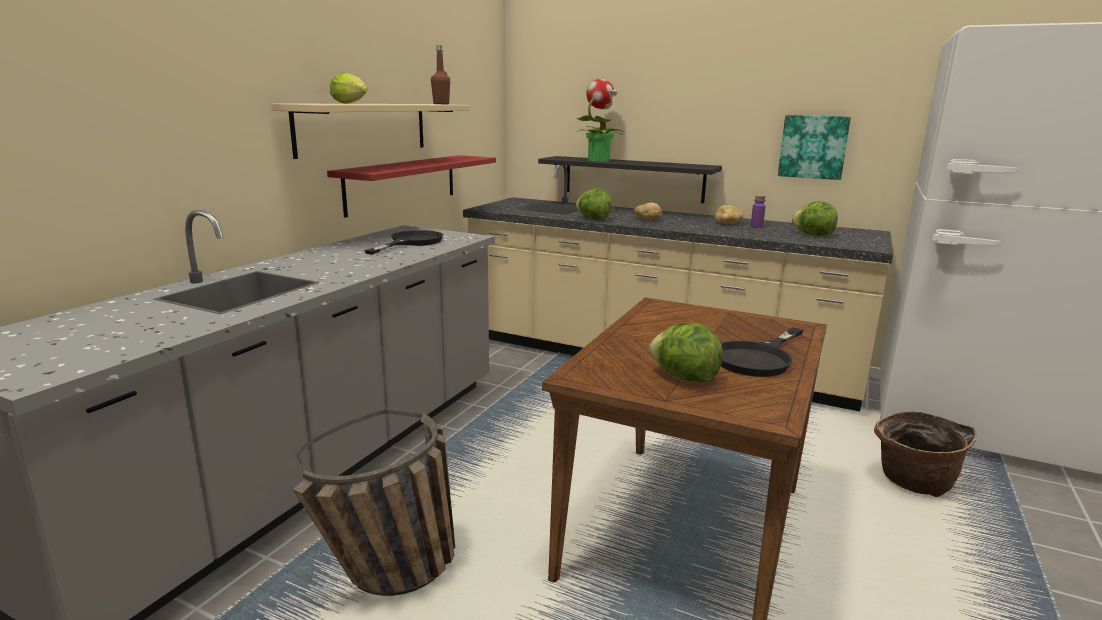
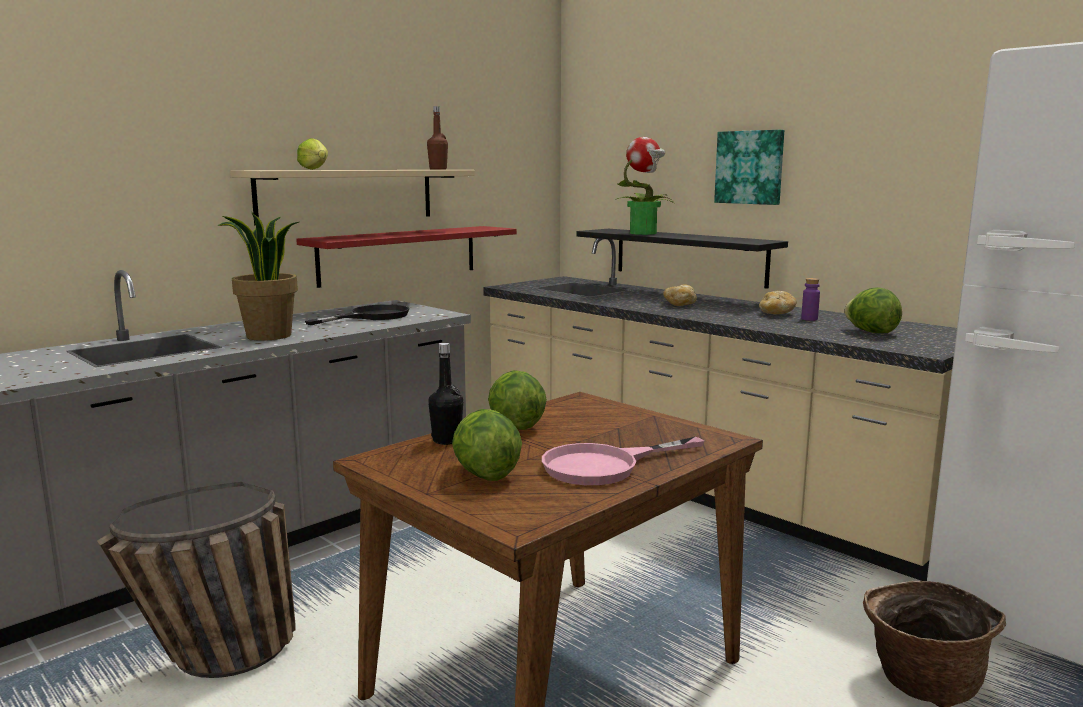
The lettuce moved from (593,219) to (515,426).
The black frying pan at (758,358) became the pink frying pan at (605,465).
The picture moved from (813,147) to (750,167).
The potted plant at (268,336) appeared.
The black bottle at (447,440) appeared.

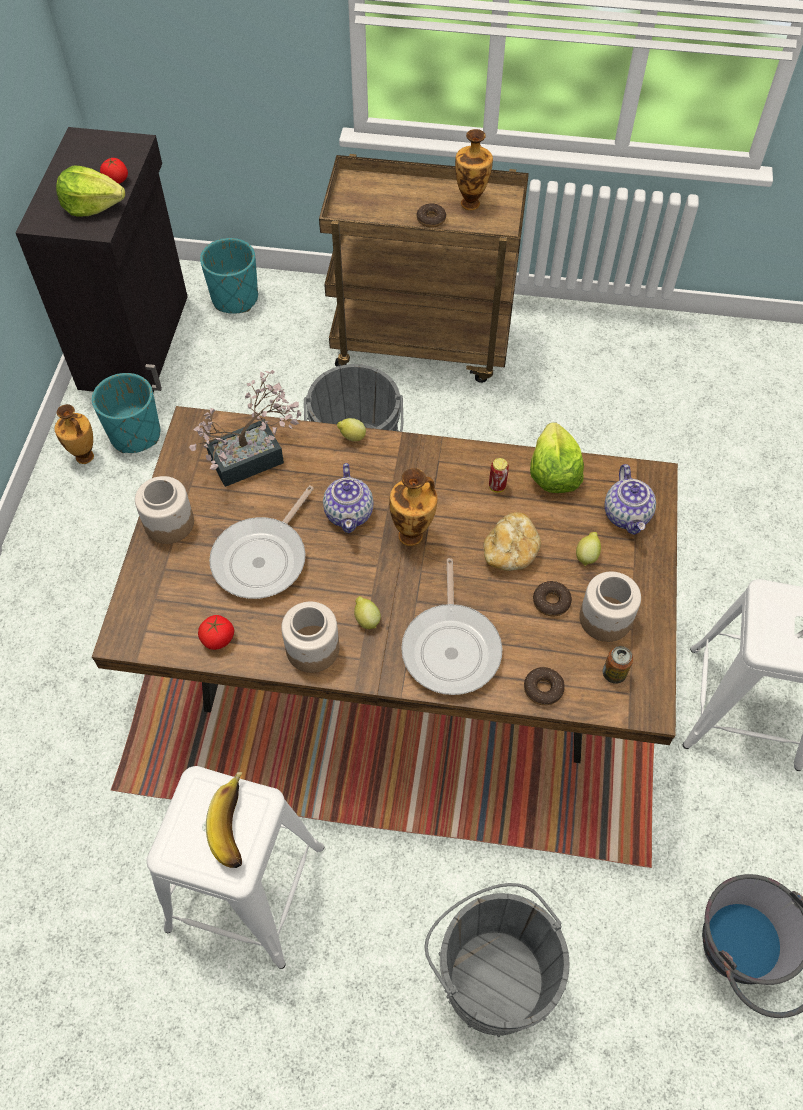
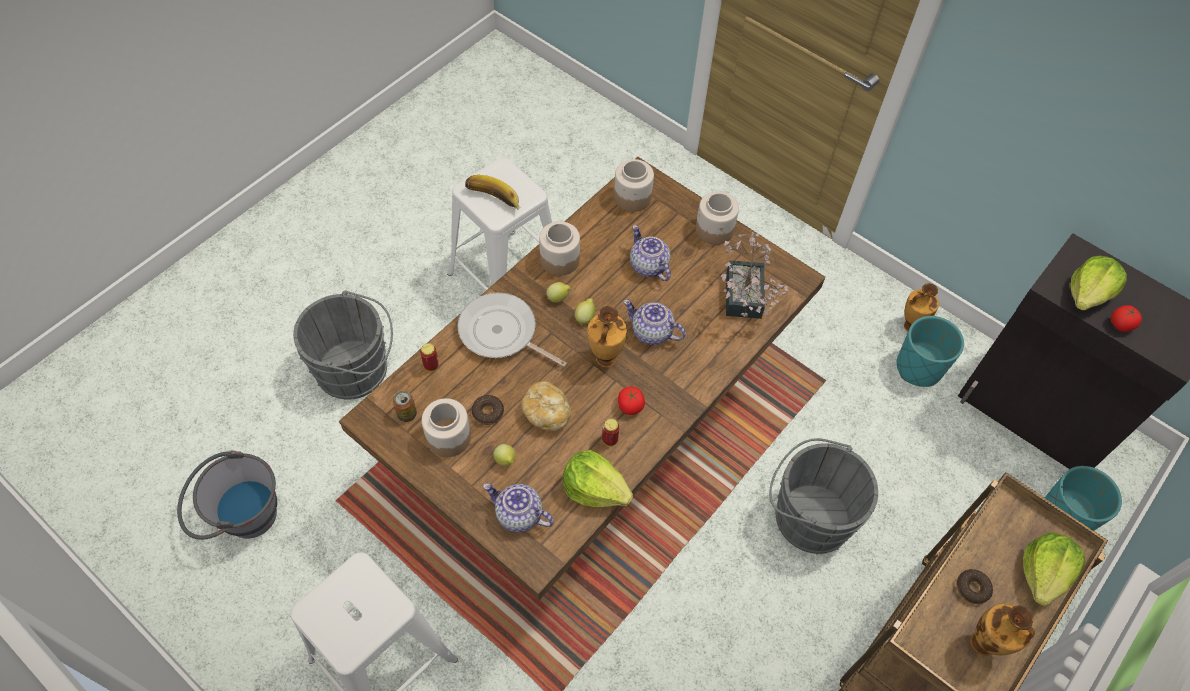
The tomato moved from (218,639) to (630,406).
The frying pan at (263,558) was replaced by the teapot at (648,266).
The lemon moved from (352,437) to (585,317).
The donut at (543,689) was replaced by the can at (431,366).
The jar at (632,197) appeared.
The lettuce at (1044,574) appeared.

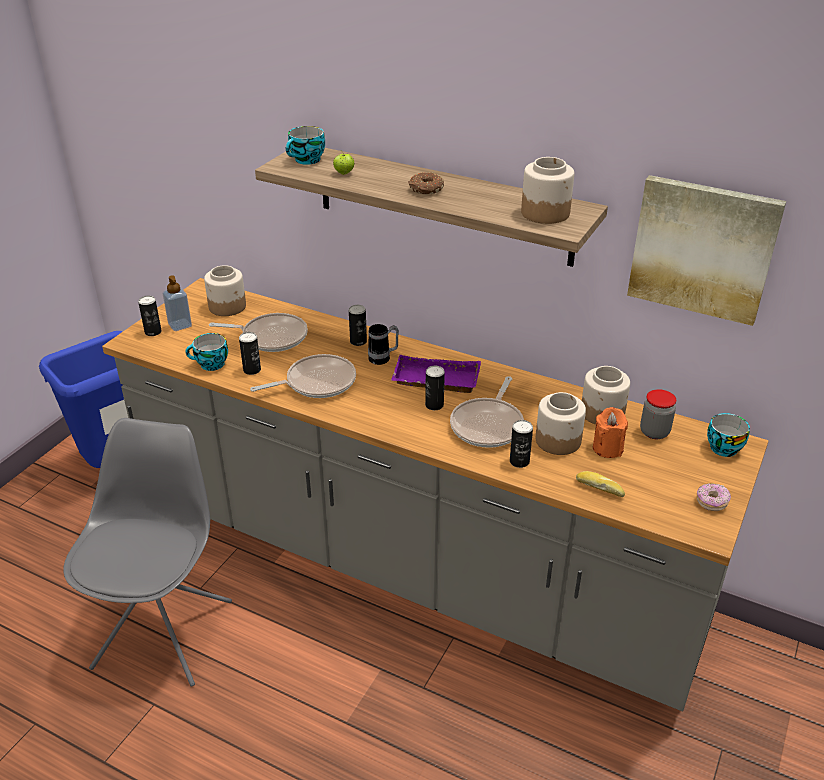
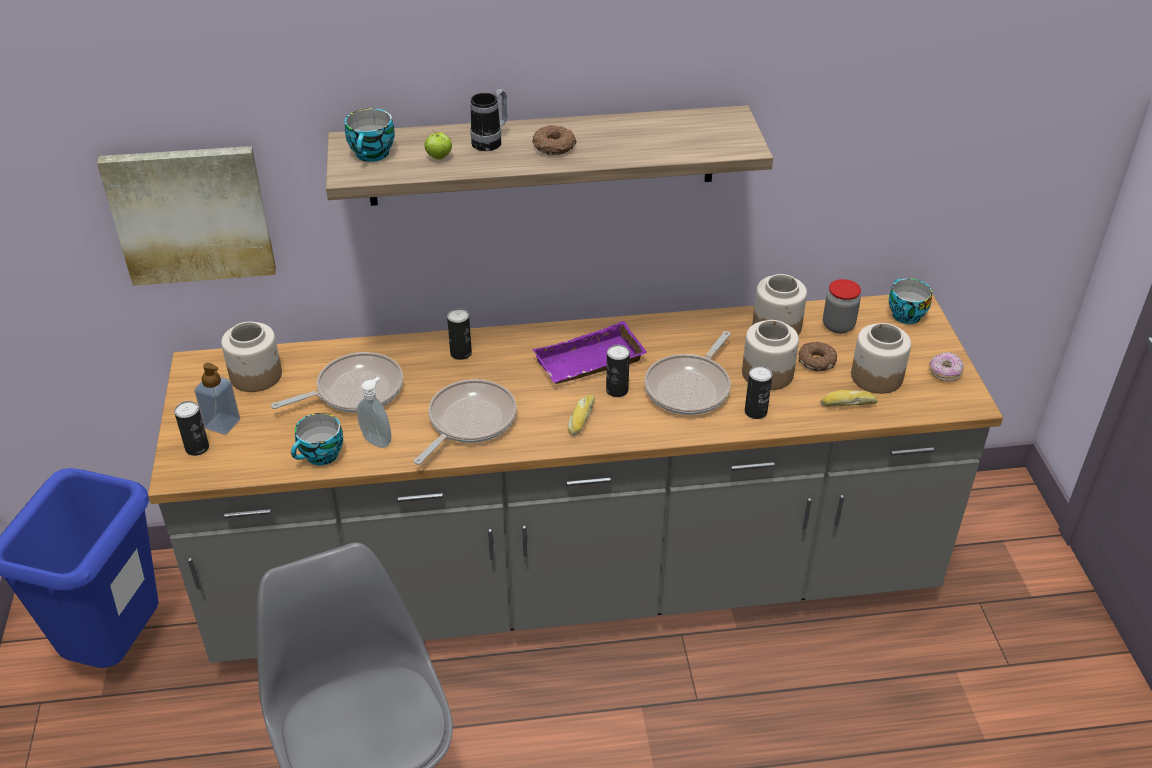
The can at (252,370) was replaced by the soap dispenser at (378,440).
The mug moved from (383,358) to (491,142).
The frying pan at (488,425) turned 45 degrees clockwise.
The jar moved from (545,213) to (876,376).
The orange candle at (607,448) was replaced by the donut at (816,361).
The picture moved from (703,248) to (191,214).
The bread at (580,418) appeared.

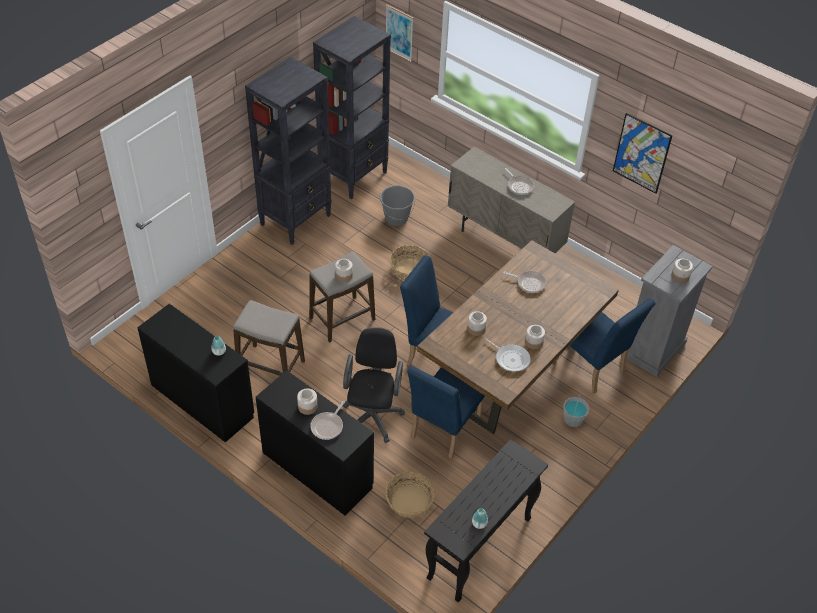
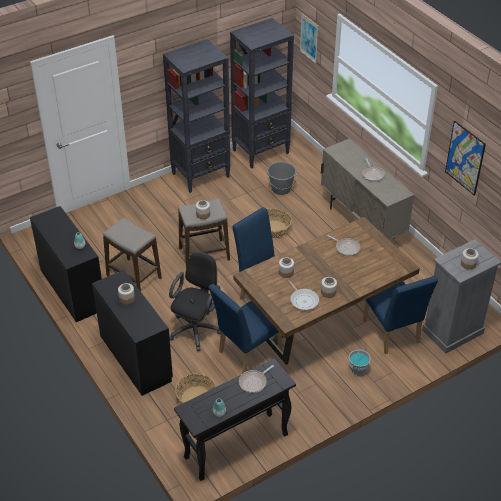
The frying pan moved from (328,426) to (254,382).

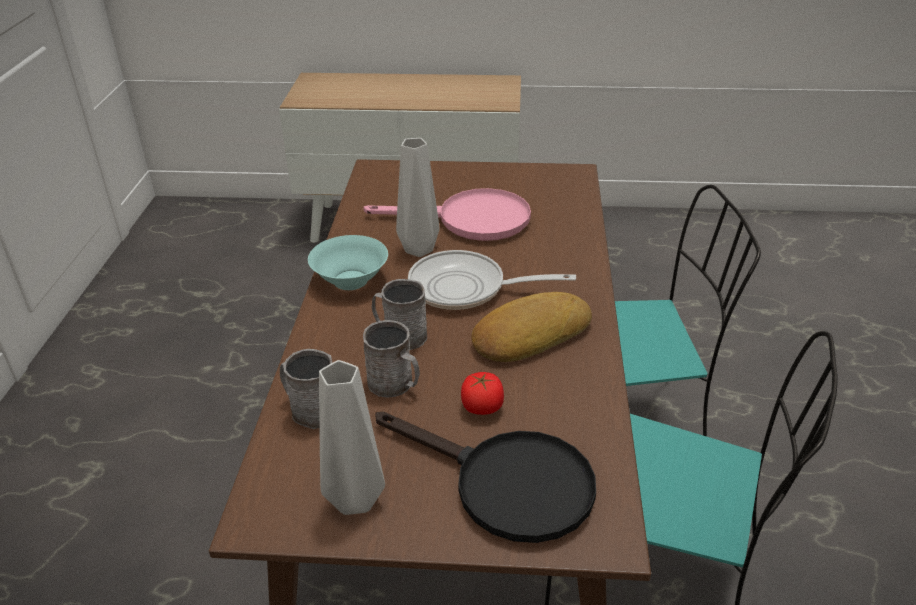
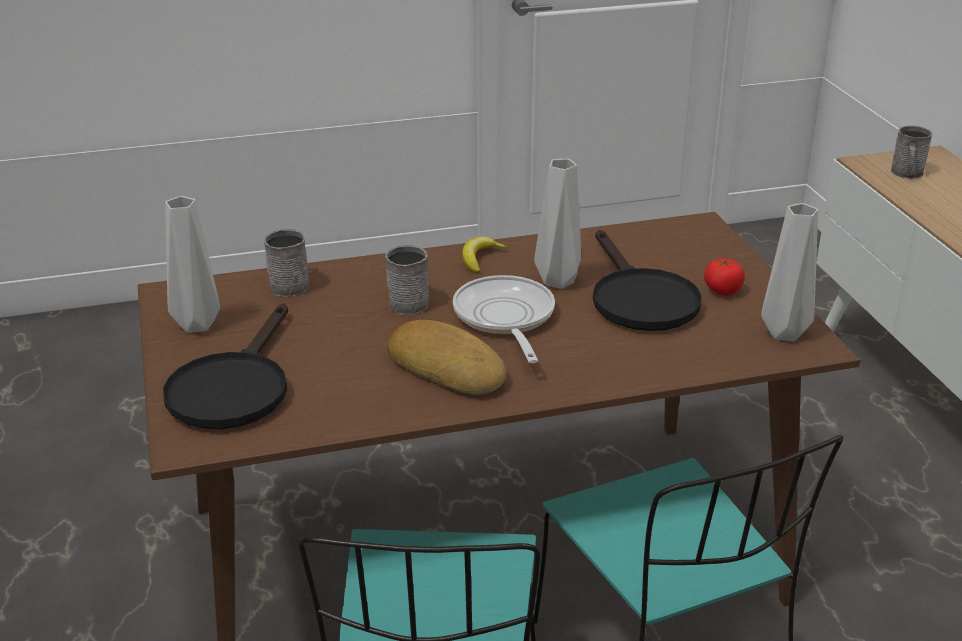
The turquoise bowl at (349,280) was replaced by the banana at (480,259).
The pink frying pan at (470,220) became the black frying pan at (639,298).
The grey mug moved from (395,385) to (907,174).
The tomato moved from (482,407) to (722,291).
The grey vase at (782,333) appeared.

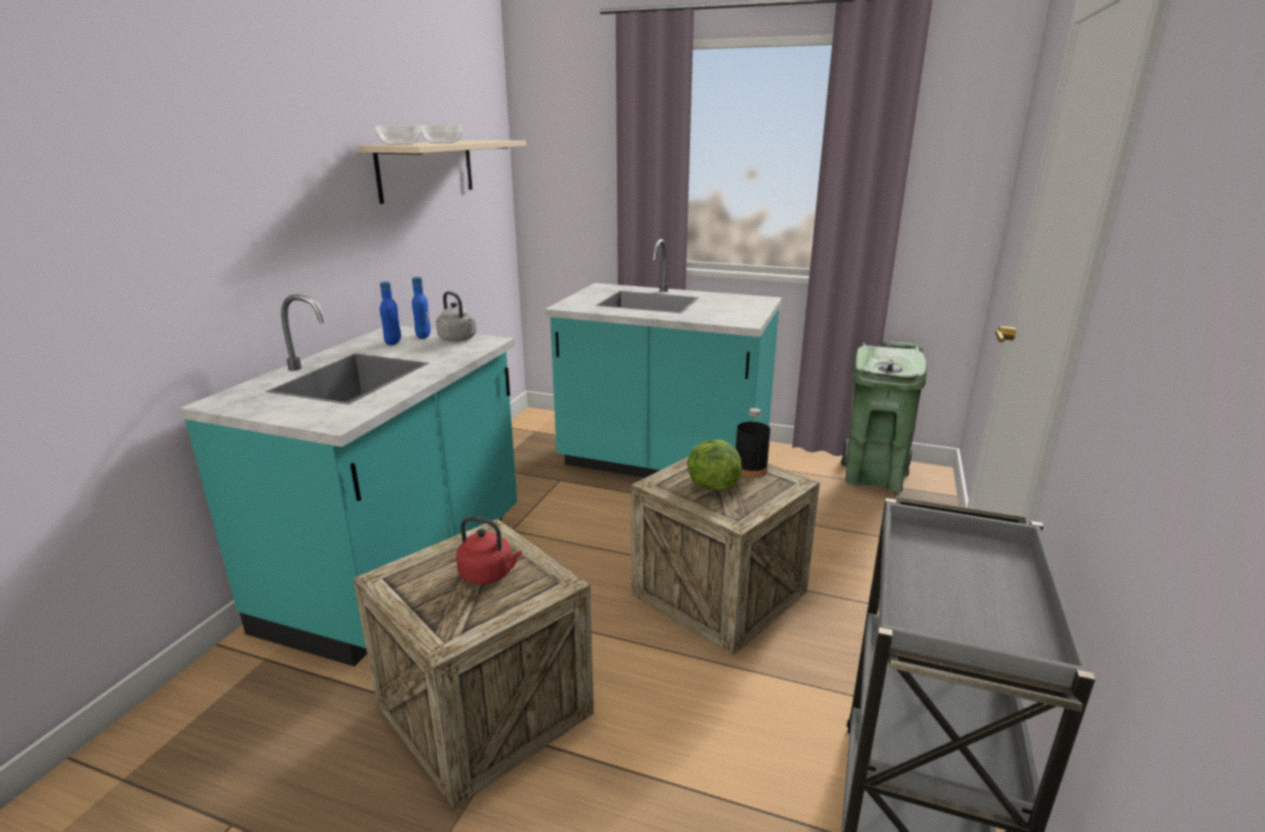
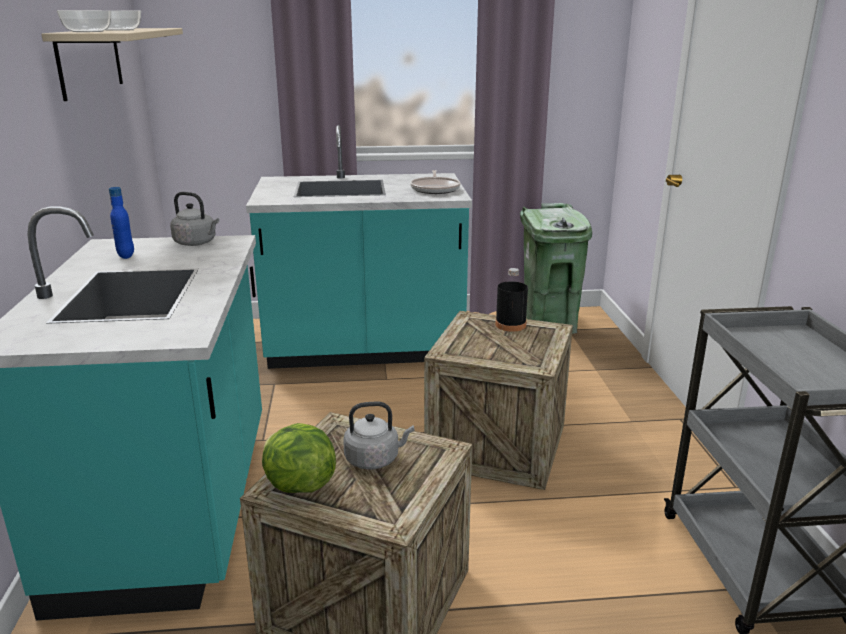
The blue bottle at (423,336) disappeared.
The red kettle at (489,574) became the grey kettle at (375,459).
The lettuce moved from (711,486) to (298,485).
The frying pan at (435,189) appeared.

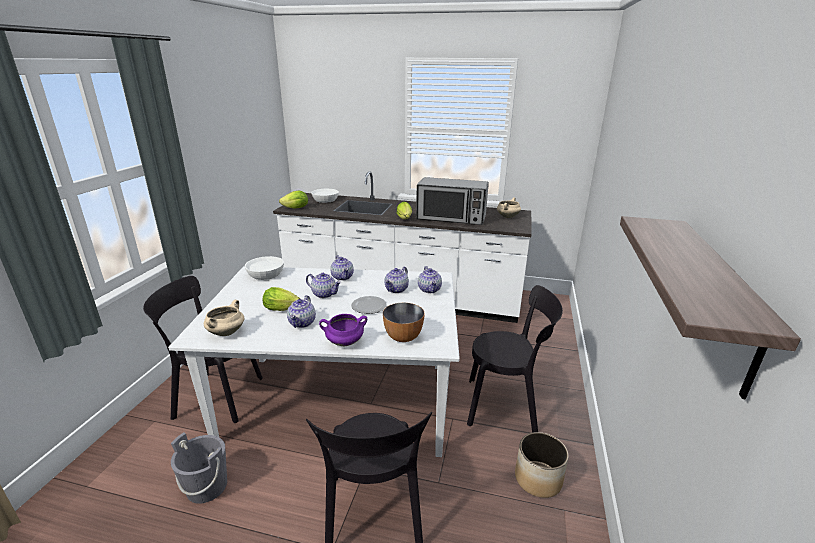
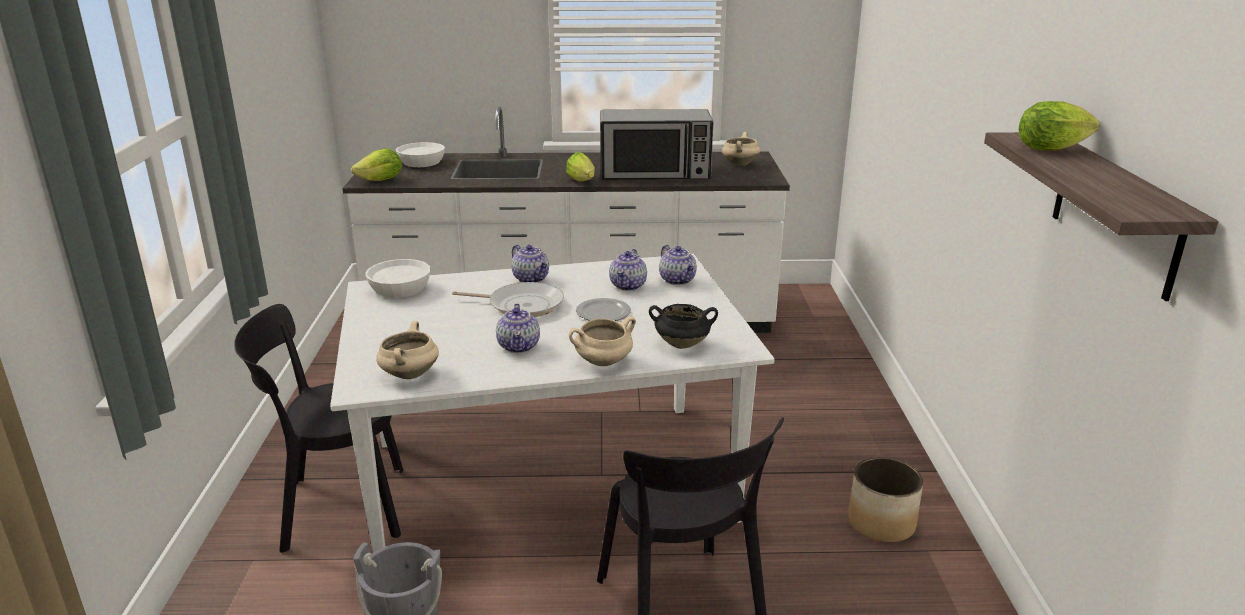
The lettuce moved from (283,309) to (1055,149).
The teapot at (324,294) was replaced by the frying pan at (522,305).
The purple cooking pot at (344,343) became the beige cooking pot at (603,362).
The bowl at (403,337) was replaced by the black cooking pot at (682,344).
The black chair at (505,406) disappeared.

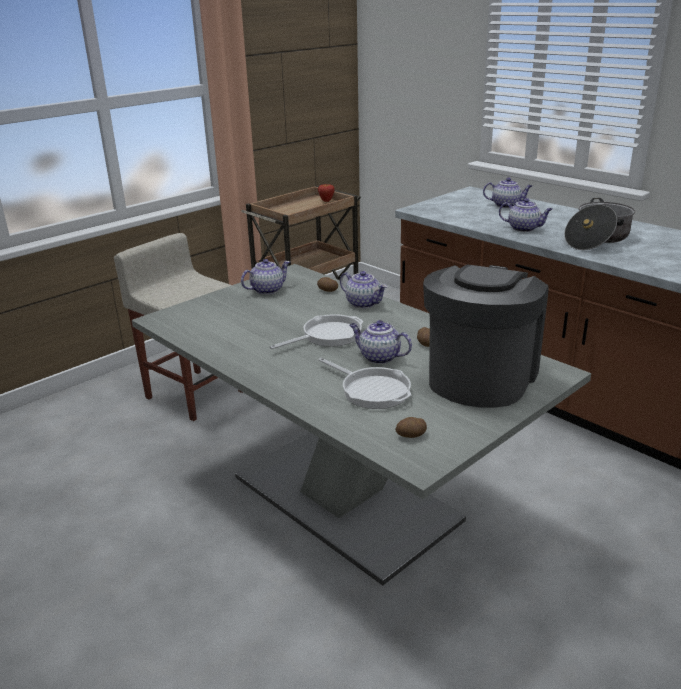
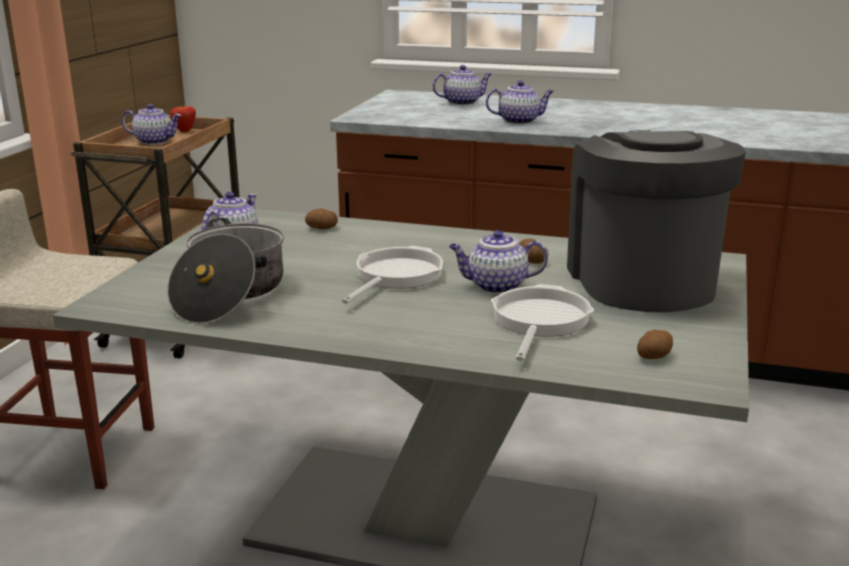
The frying pan at (372,390) turned 90 degrees counterclockwise.
The teapot moved from (364,303) to (154,141).
The cooking pot moved from (597,239) to (230,294).

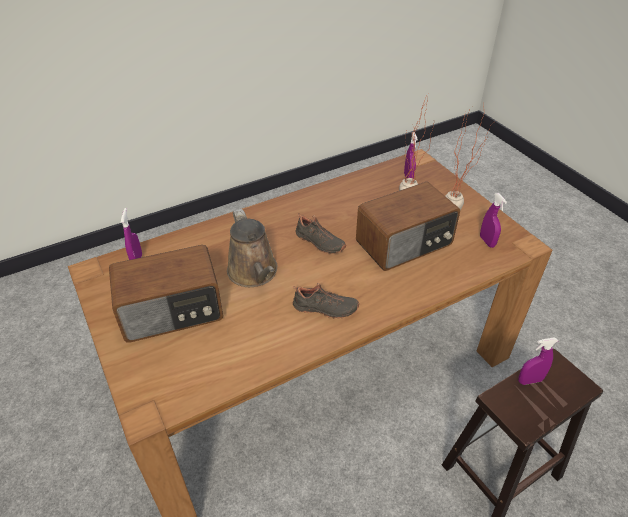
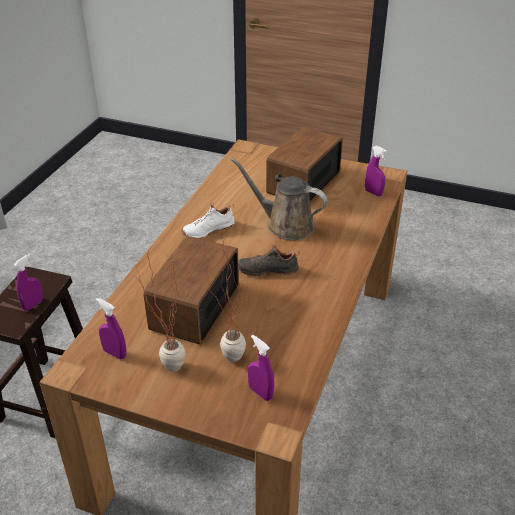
The black shoe at (325,309) became the white shoe at (208,229).

